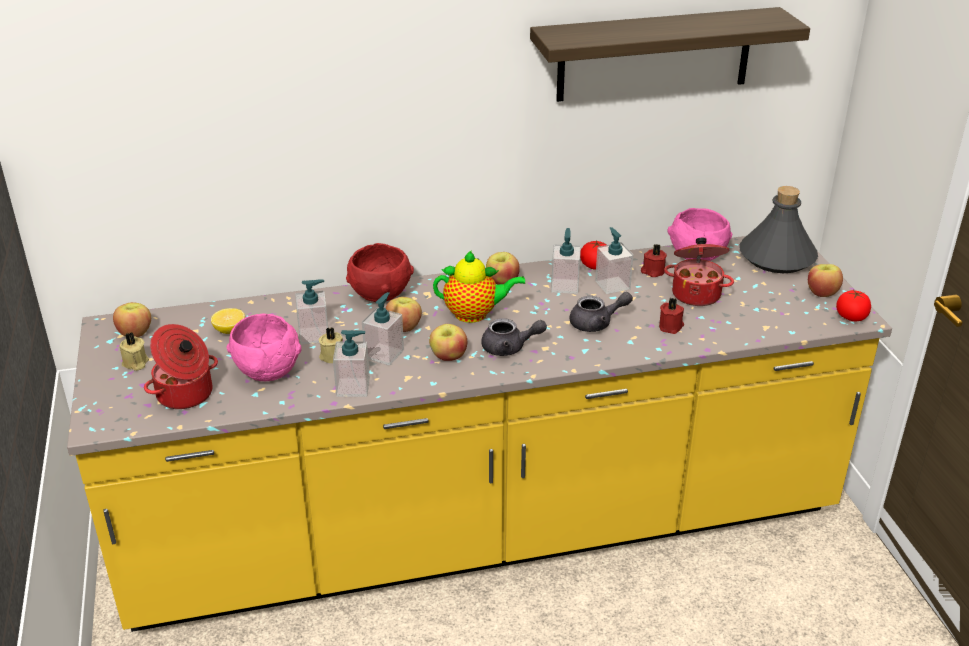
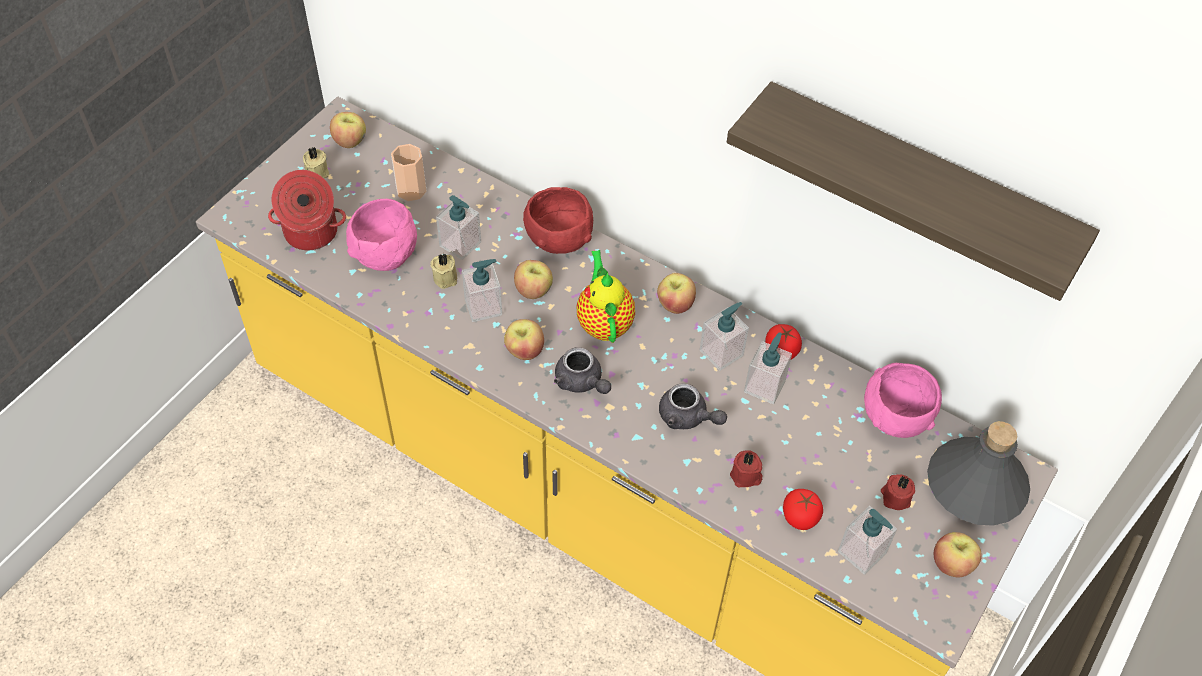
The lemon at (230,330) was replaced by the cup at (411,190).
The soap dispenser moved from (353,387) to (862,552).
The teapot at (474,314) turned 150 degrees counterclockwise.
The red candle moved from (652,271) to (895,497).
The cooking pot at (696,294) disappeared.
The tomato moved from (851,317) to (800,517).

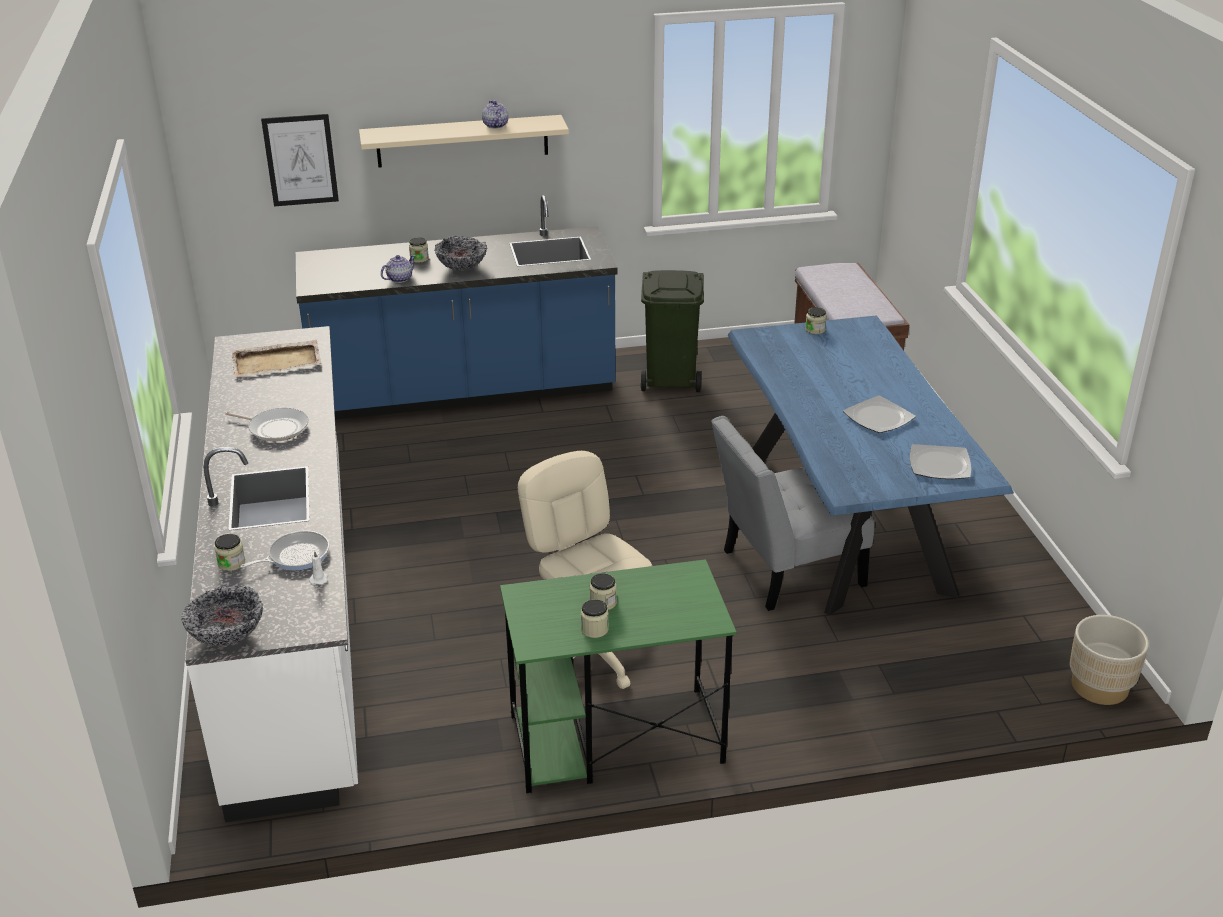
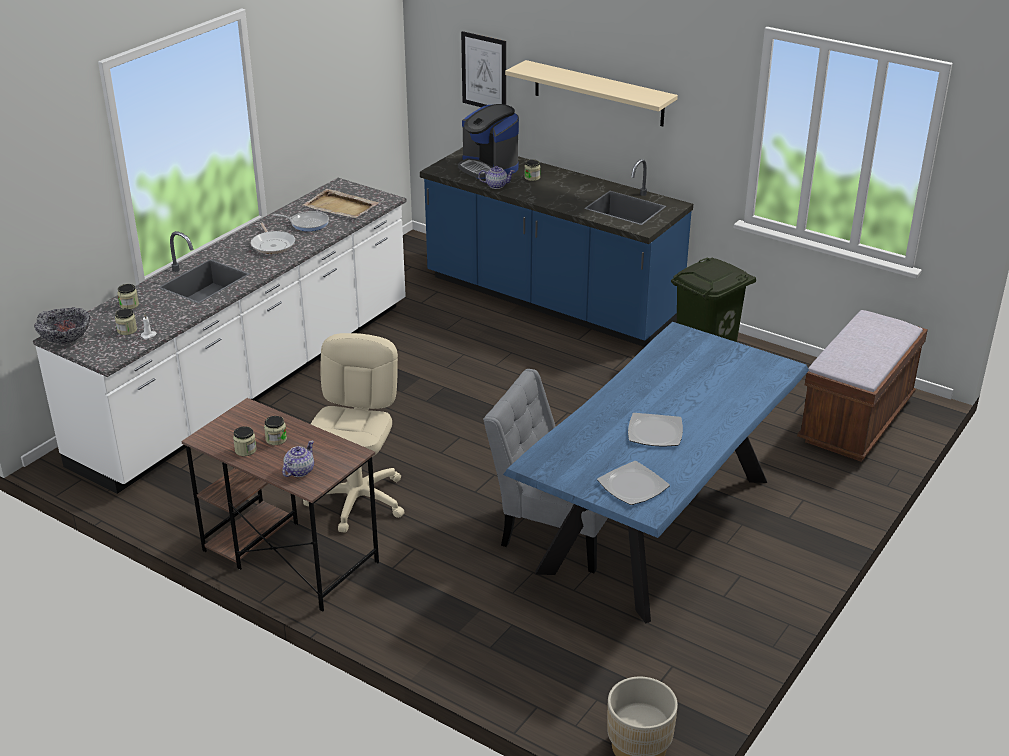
The frying pan moved from (295,556) to (307,223).
The bowl at (462,268) disappeared.
The teapot moved from (495,126) to (299,471).
The green desk at (614,740) became the brown desk at (288,556).
The jar moved from (815,330) to (127,330).
The coffee machine at (488,167) appeared.

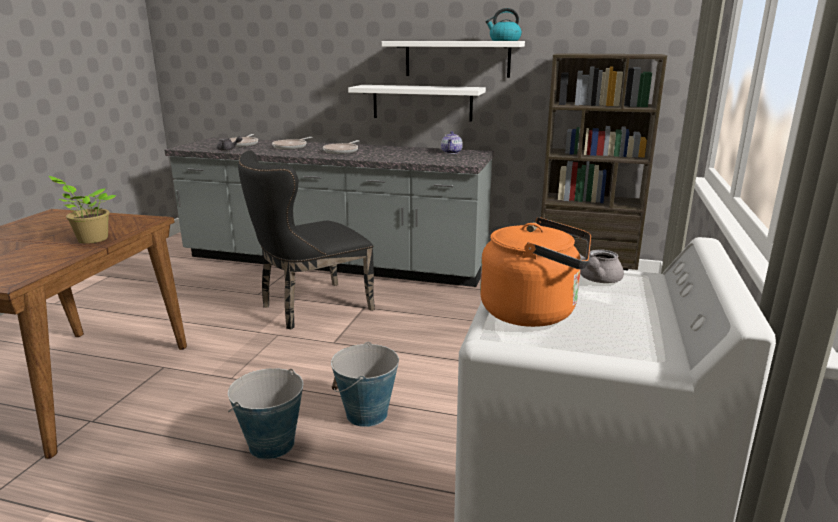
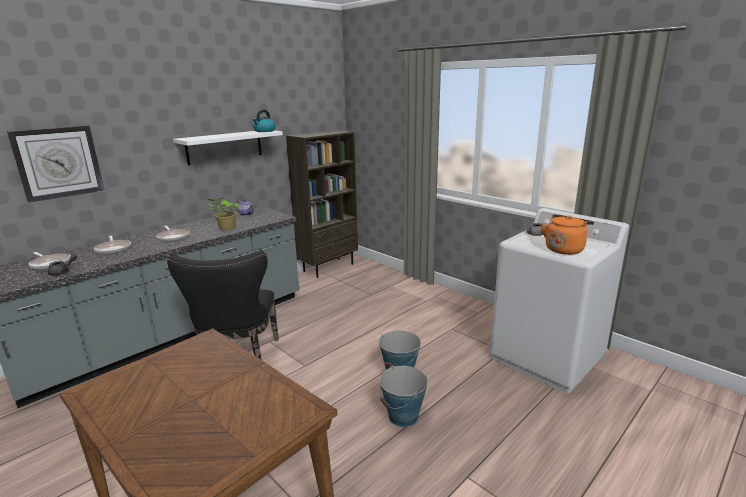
The potted plant moved from (90,239) to (226,228).
The white shelf at (422,102) disappeared.
The wall clock at (58,162) appeared.

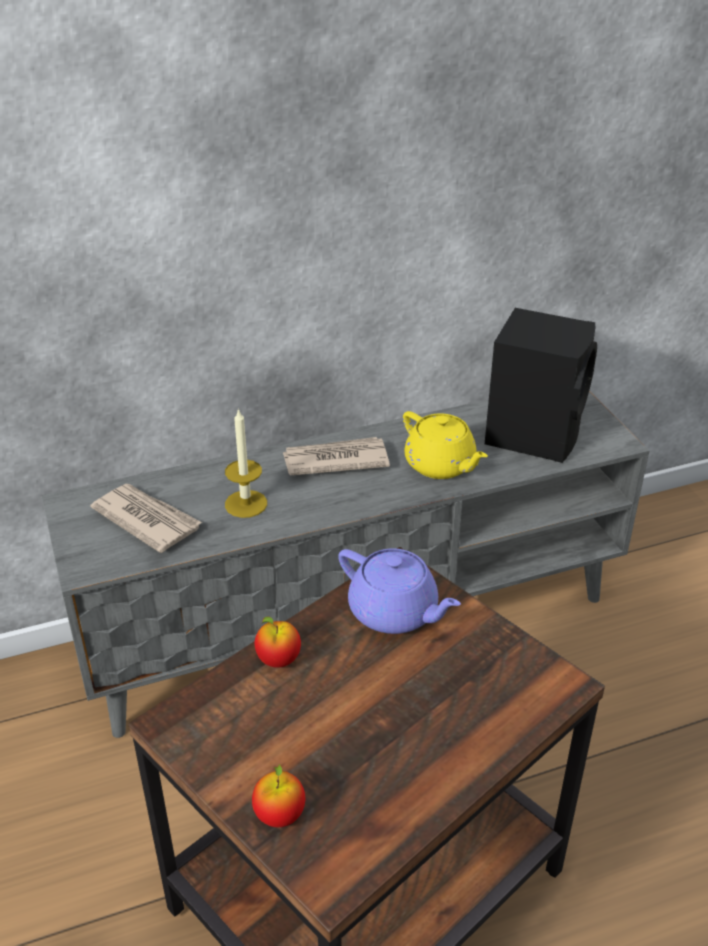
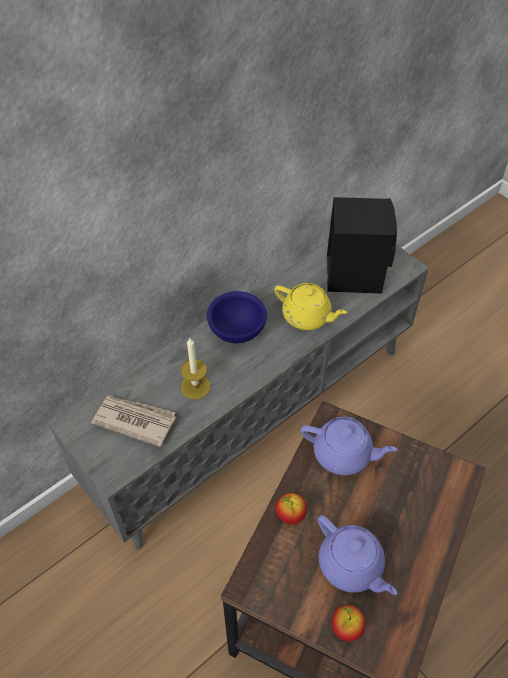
The newspaper at (334,460) was replaced by the blue bowl at (236,332).
The purple teapot at (351,565) appeared.

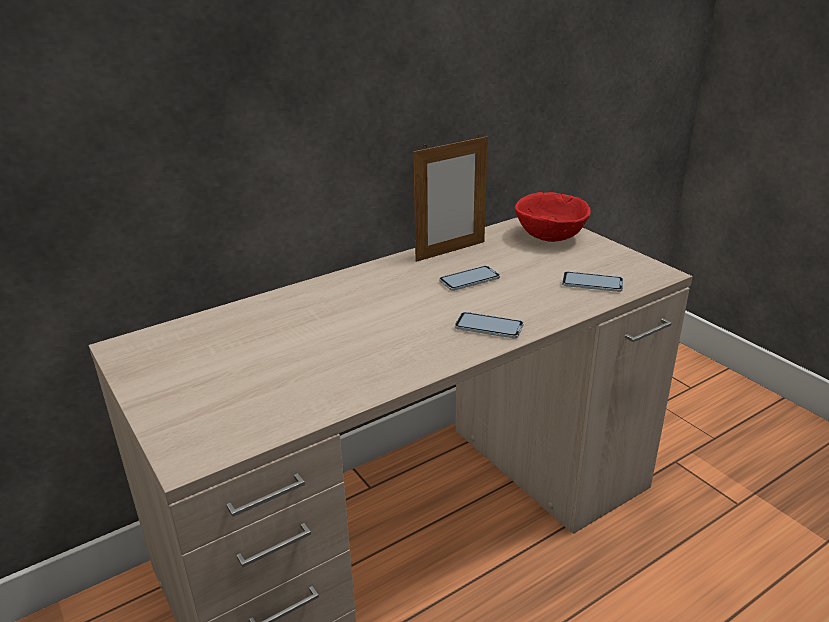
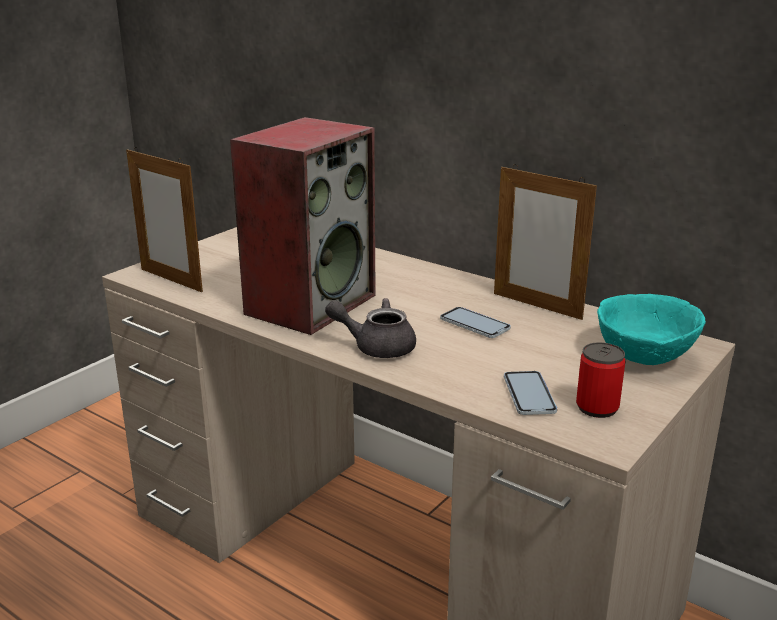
The phone at (489,327) was replaced by the grey teapot at (376,346).
The red bowl at (550,236) became the turquoise bowl at (645,356).
The picture frame at (171,280) appeared.
The speaker at (310,303) appeared.
The can at (597,407) appeared.

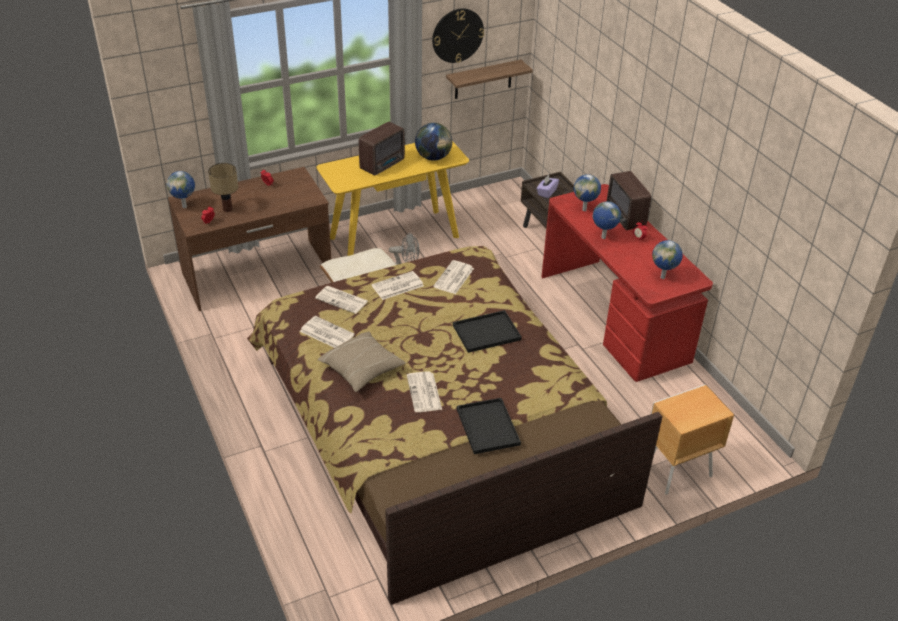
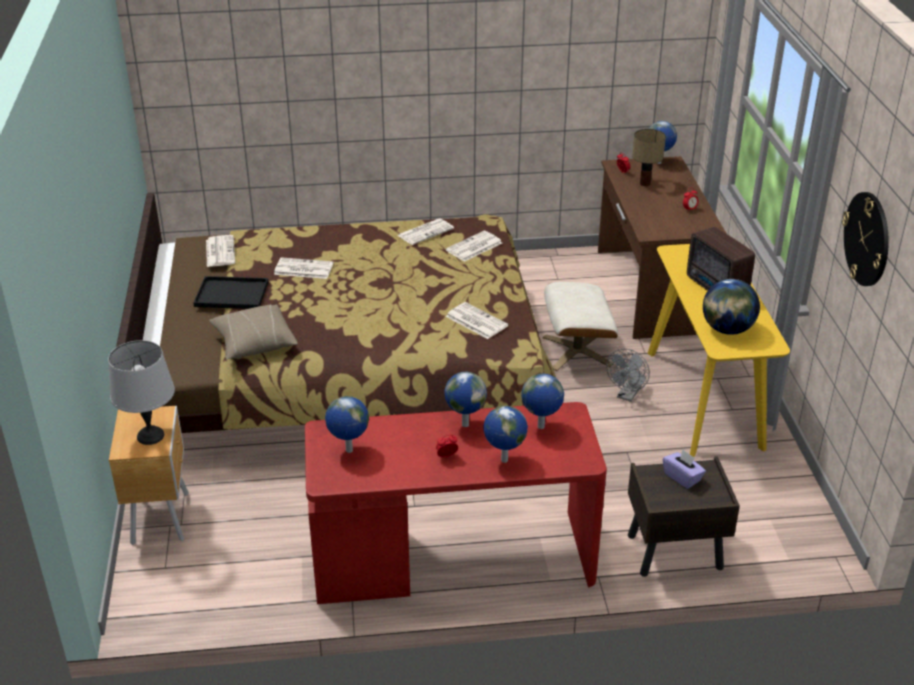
The beige pillow moved from (362,369) to (254,343).
The newspaper moved from (397,286) to (220,251).
The shelf at (483,79) disappeared.
The black tray at (487,332) disappeared.
The radio at (625,218) was replaced by the globe at (503,460).
The grey table lamp at (150,435) appeared.

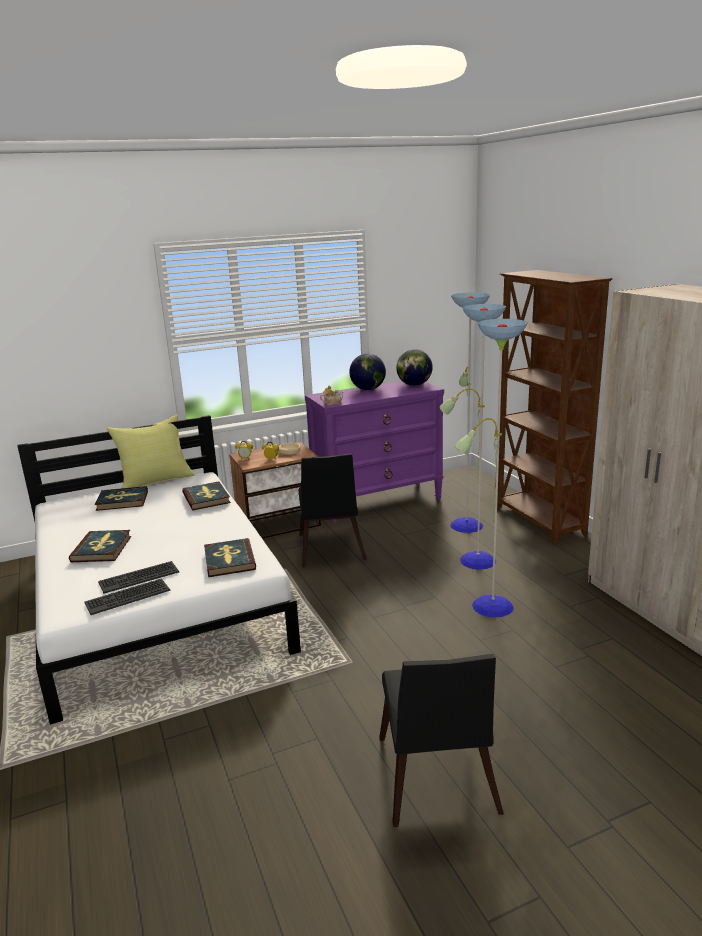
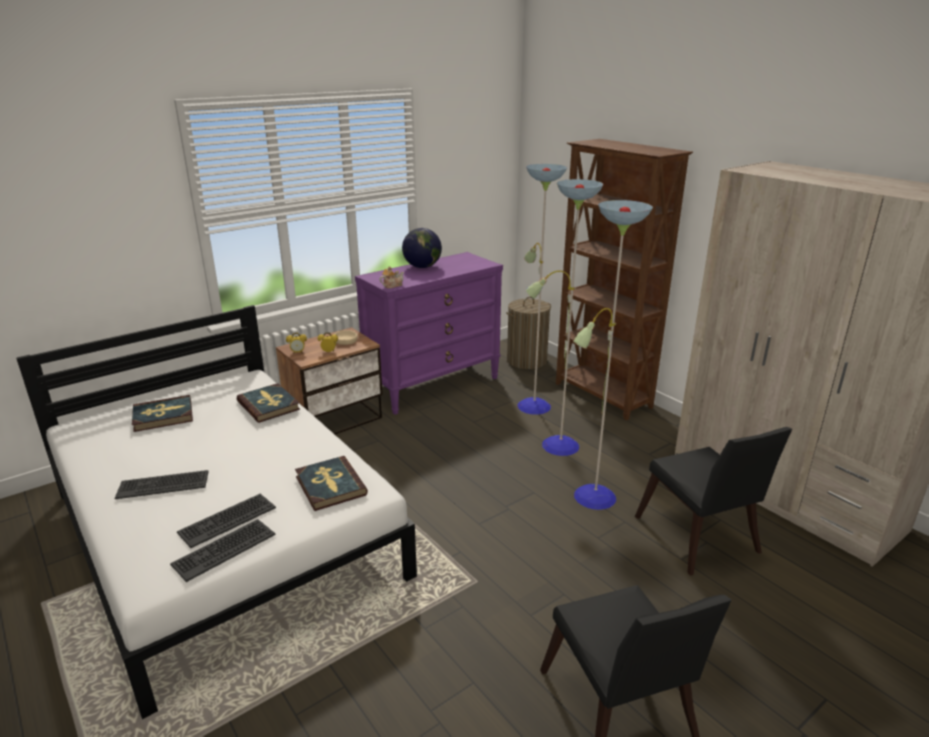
The book at (102,549) was replaced by the keyboard at (163,485).
The yellow pillow at (156,480) disappeared.
The black chair moved from (330,550) to (699,540).
The globe at (414,385) disappeared.
The laundry basket at (526,360) appeared.

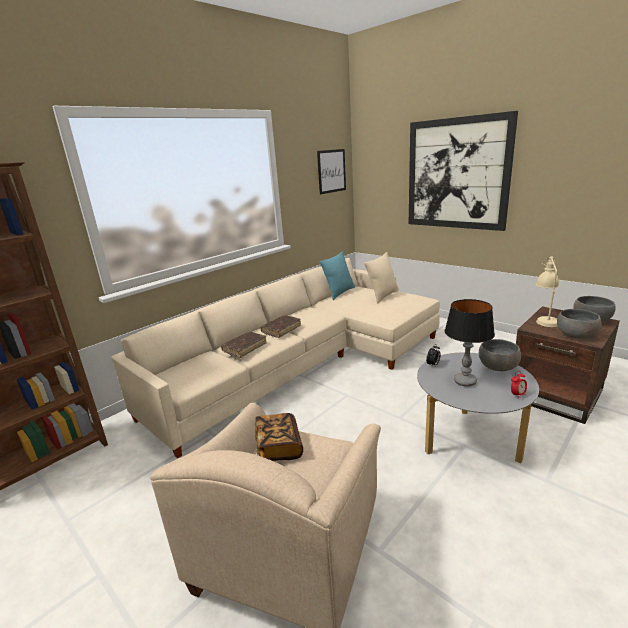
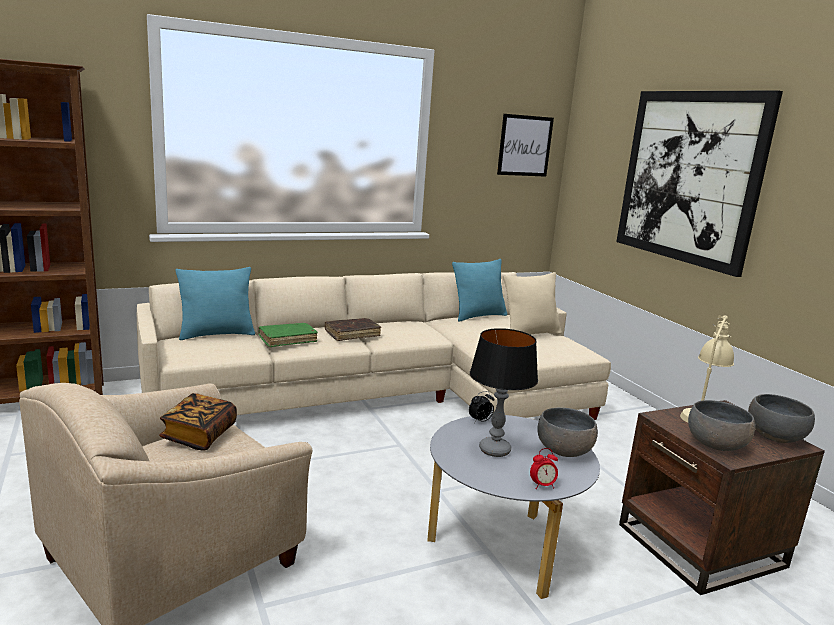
The brown book at (244,348) became the green book at (287,340).
The turquoise pillow at (216,334) appeared.

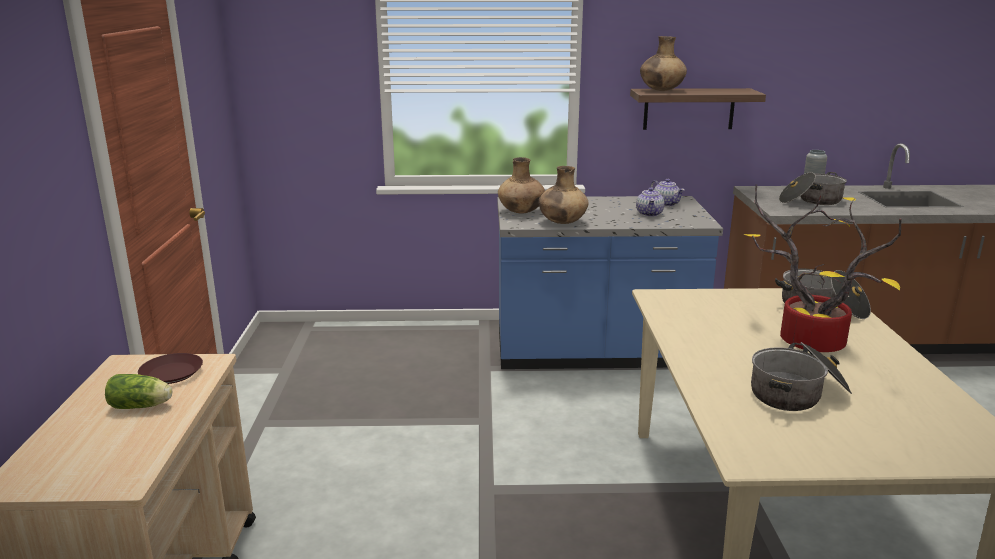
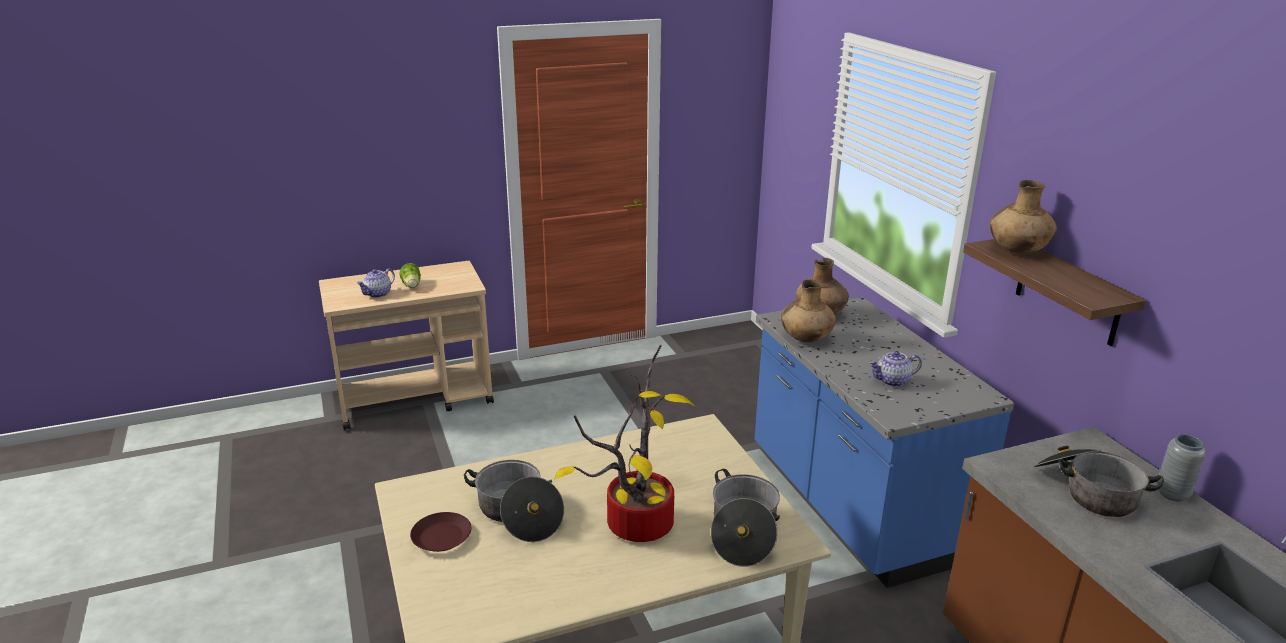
The brown plate moved from (171,373) to (442,537).
The teapot moved from (666,204) to (378,294).

